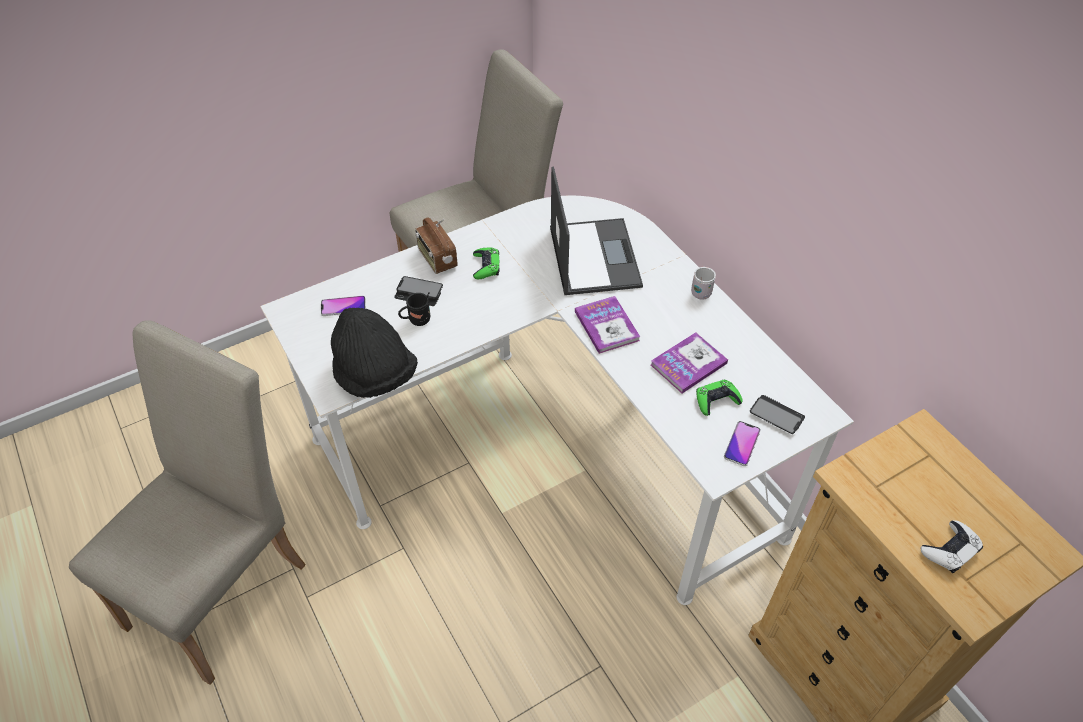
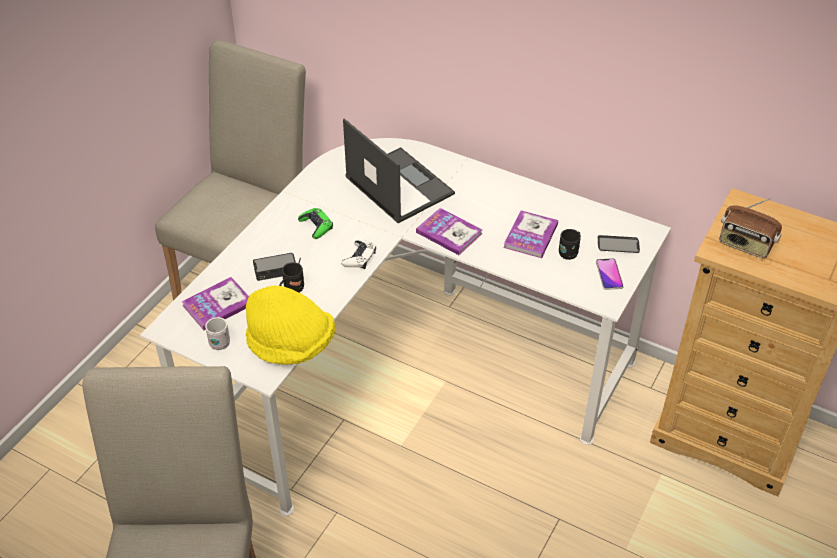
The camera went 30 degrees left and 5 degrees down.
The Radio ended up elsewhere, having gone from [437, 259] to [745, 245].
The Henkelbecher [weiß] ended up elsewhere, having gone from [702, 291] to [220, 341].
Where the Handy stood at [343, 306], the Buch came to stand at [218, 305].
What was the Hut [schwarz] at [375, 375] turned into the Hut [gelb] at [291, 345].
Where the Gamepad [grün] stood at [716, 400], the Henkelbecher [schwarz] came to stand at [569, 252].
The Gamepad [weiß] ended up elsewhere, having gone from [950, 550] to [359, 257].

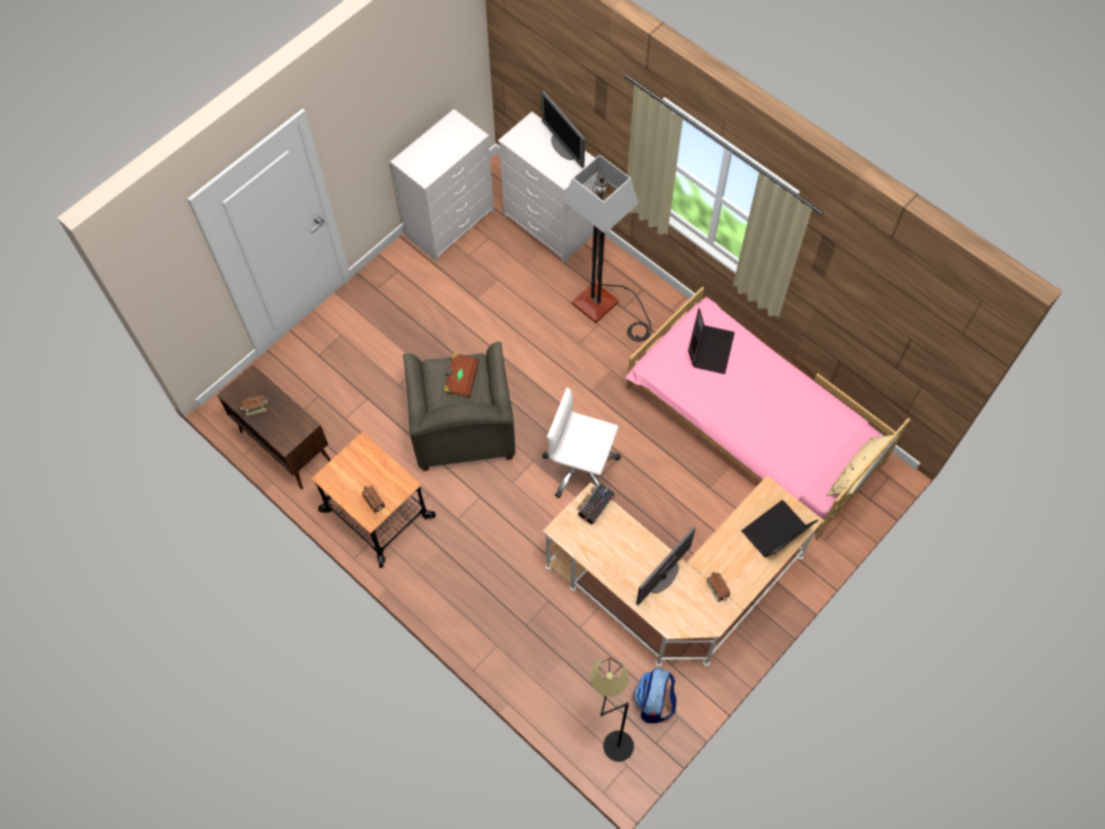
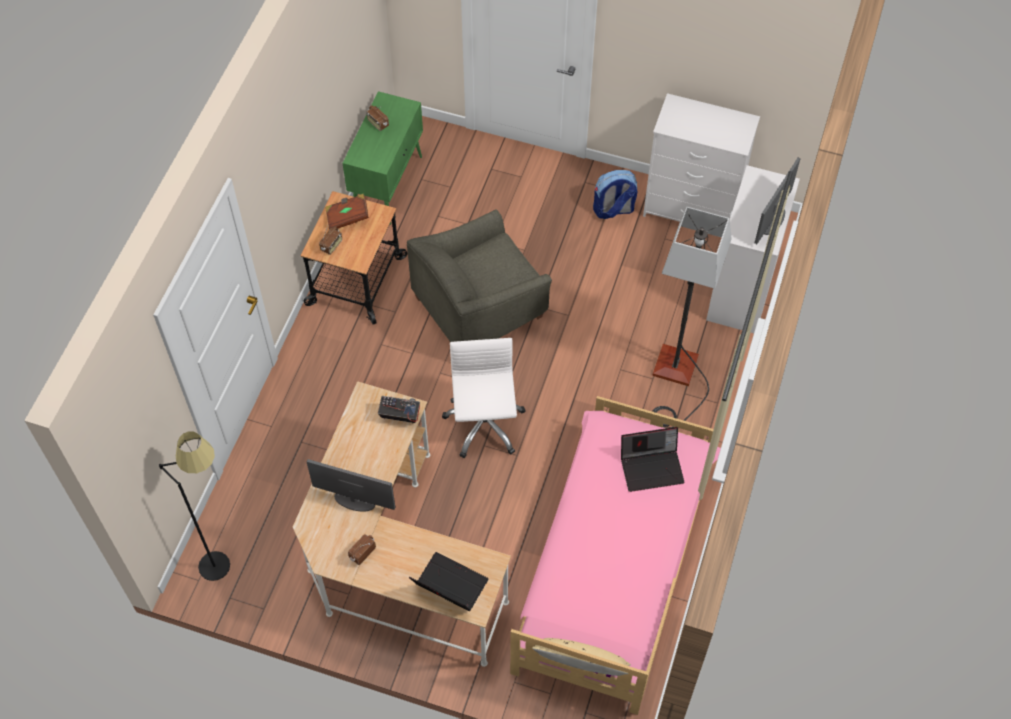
The camera went 65 degrees right and 5 degrees down.
The Buch [braun] ended up elsewhere, having gone from [461, 379] to [347, 217].
What was the Schrank [braun] at [285, 446] turned into the Schrank [grün] at [388, 184].
The Rucksack ended up elsewhere, having gone from [654, 702] to [613, 210].

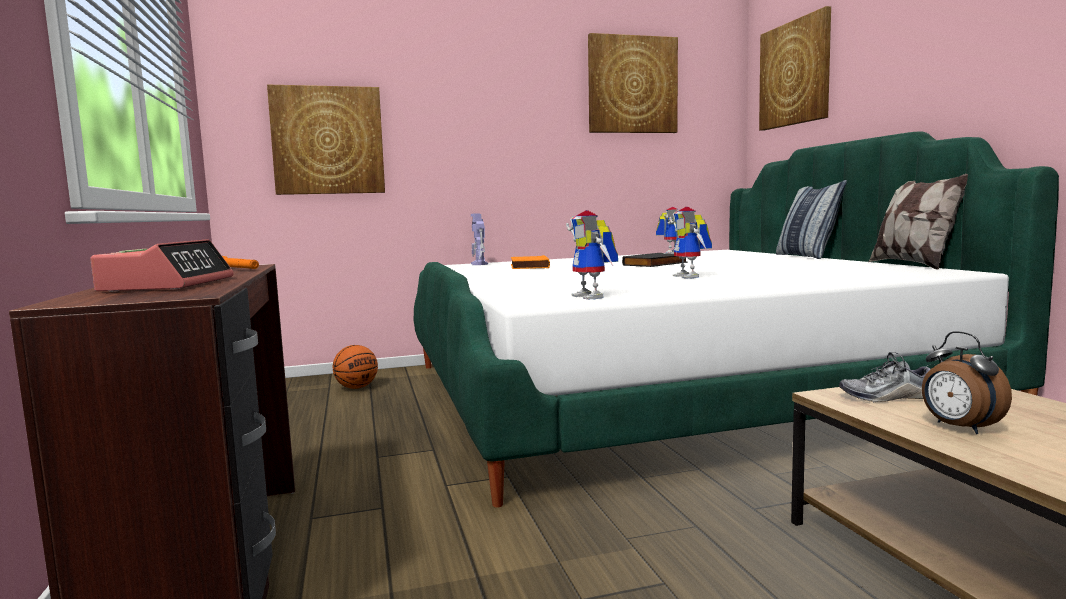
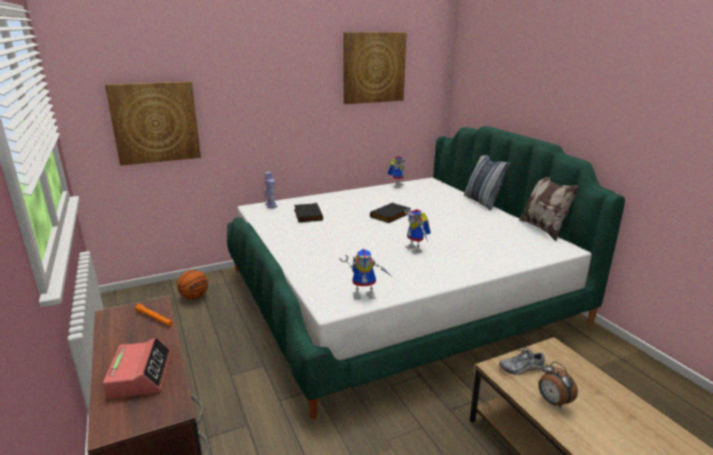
The camera went 10 degrees left and 15 degrees up.
The second view lost the Bild at [795, 73].
The Spielzeugroboter at [594, 297] ended up facing another way, 60 degrees counterclockwise from before.
What was the Buch [orange] at [528, 266] turned into the Buch [schwarz] at [307, 215].

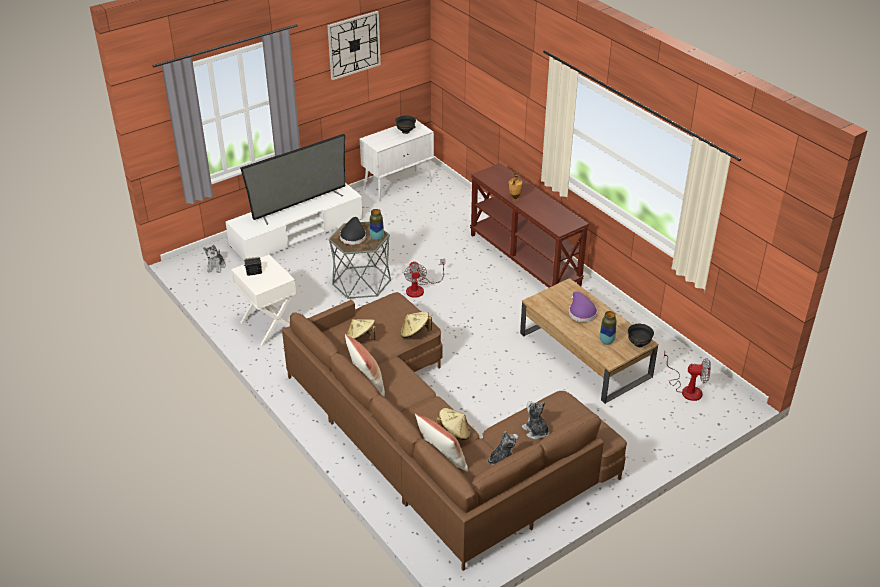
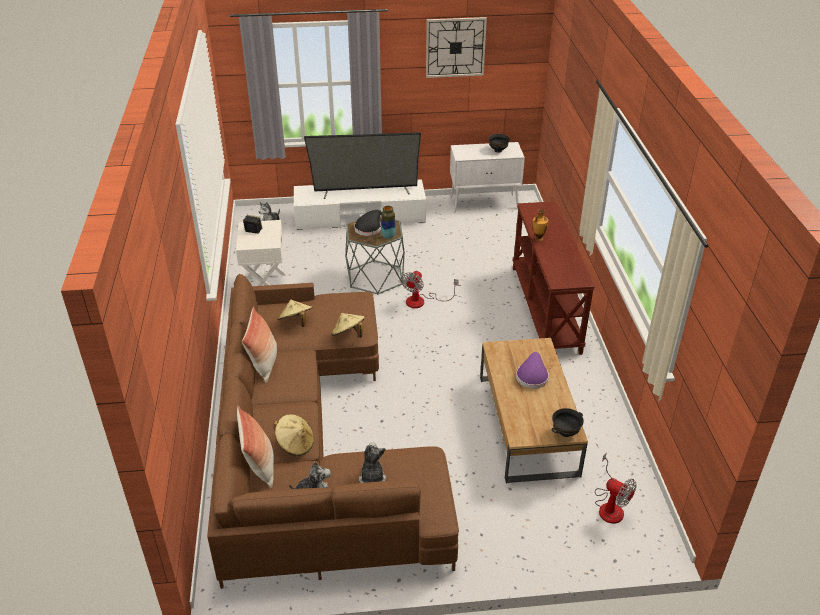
The camera went 30 degrees right and 0 degrees up.
The second view lost the Vase at [606, 341].

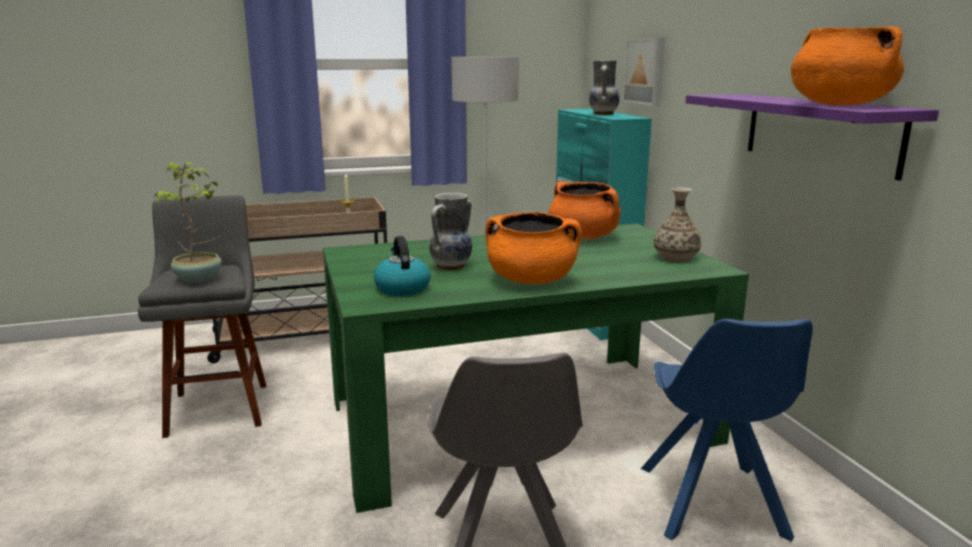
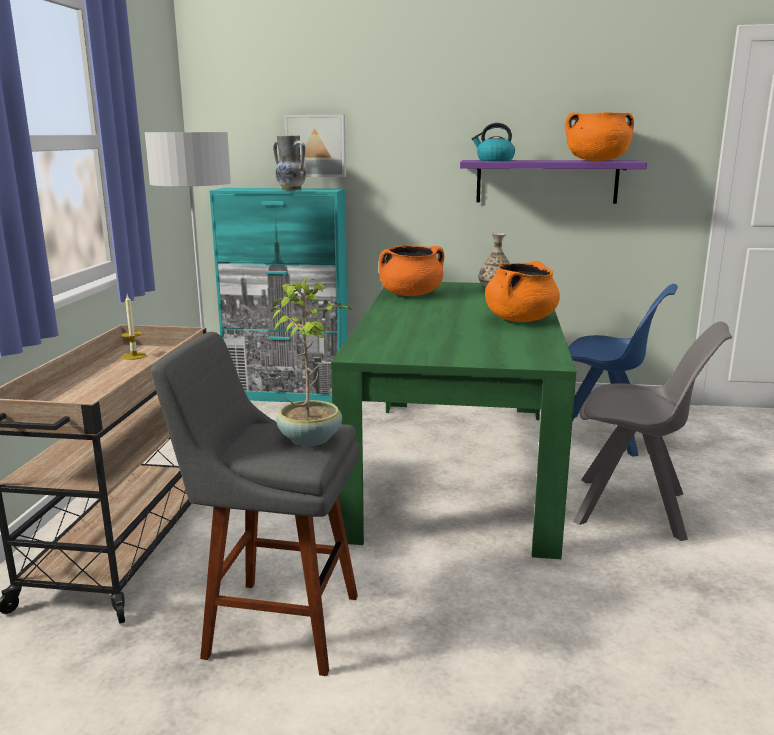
The camera went 65 degrees left and 0 degrees up.
The second view lost the Vase at [451, 267].
The Wasserkessel ended up elsewhere, having gone from [402, 288] to [494, 160].

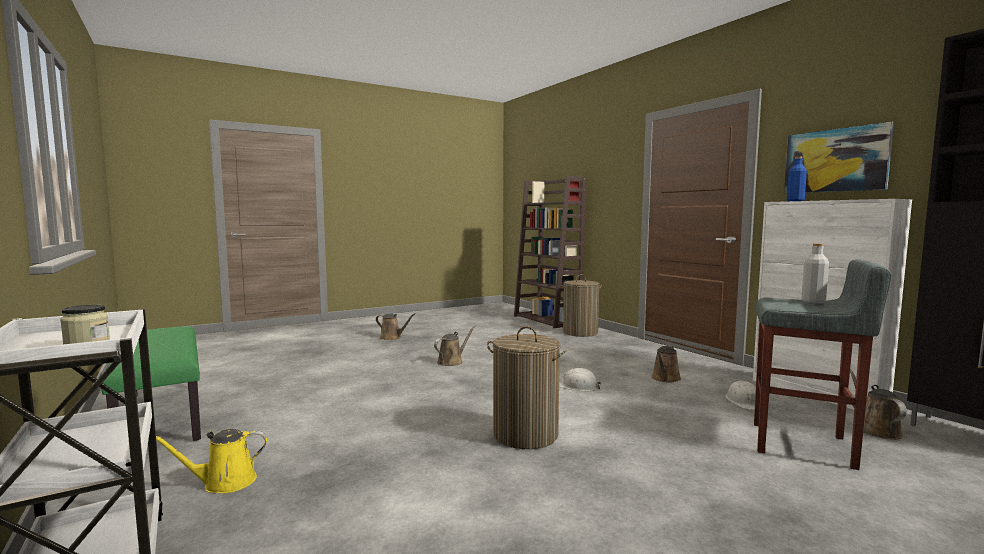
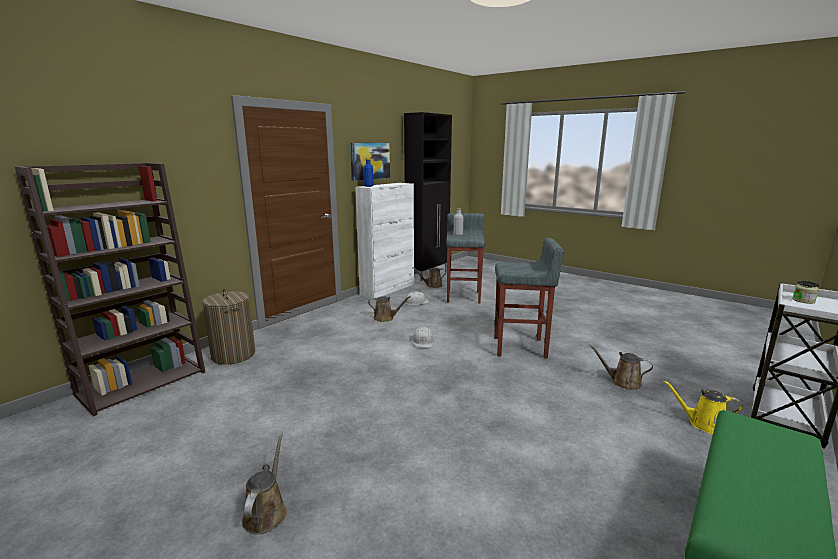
The camera went 110 degrees left and 10 degrees up.
The Gießkanne [braun] ended up elsewhere, having gone from [452, 361] to [622, 382].
Where the Wäschekorb stood at [525, 434], the Hocker [grau] came to stand at [520, 348].
The Gießkanne [gelb] at [224, 483] ended up facing another way, 150 degrees clockwise from before.

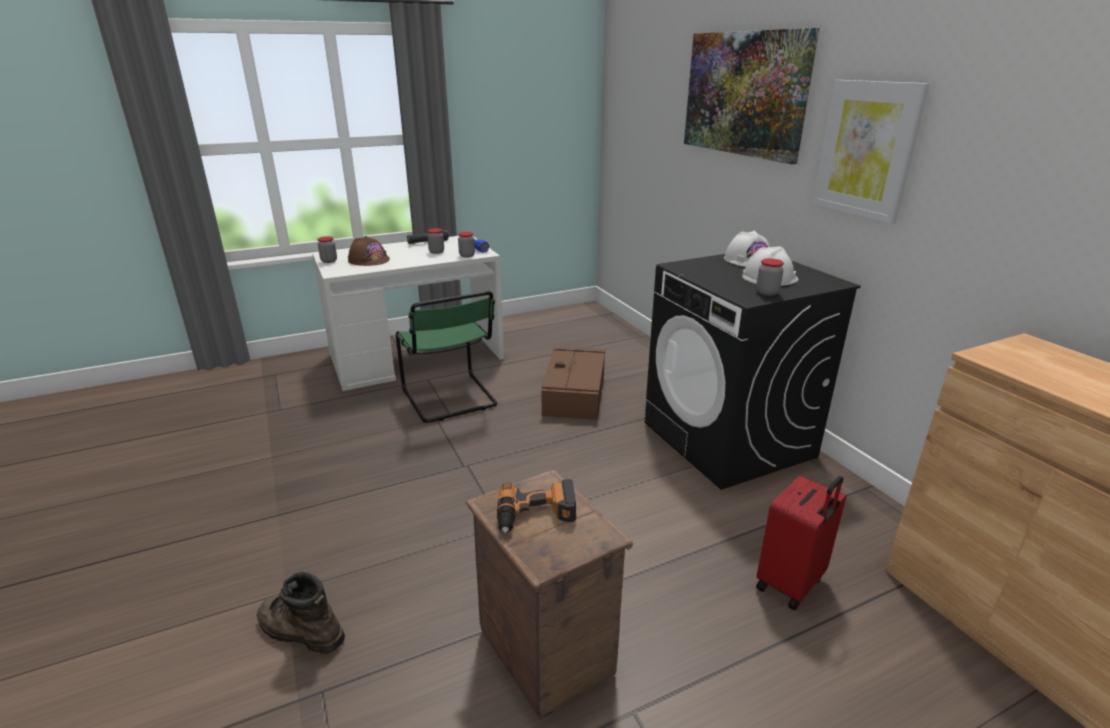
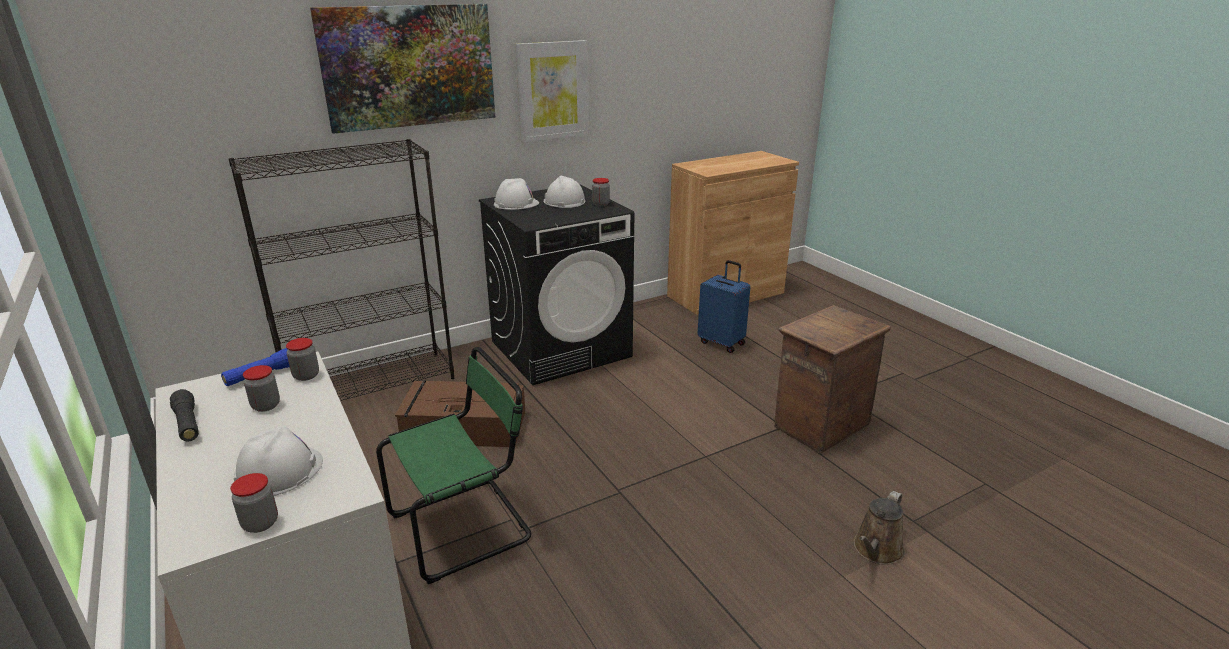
The camera went 95 degrees left and 0 degrees up.
What was the Schutzhelm [braun] at [369, 260] turned into the Schutzhelm [weiß] at [279, 471].
What was the Koffer [rot] at [791, 584] turned into the Koffer [blau] at [722, 342].
The second view lost the Bohrmaschine at [536, 515].
Where the Stiefel [braun] stood at [299, 631], the Gießkanne [braun] came to stand at [876, 551].
The second view gained the Bücherregal [schwarz] at [372, 384].

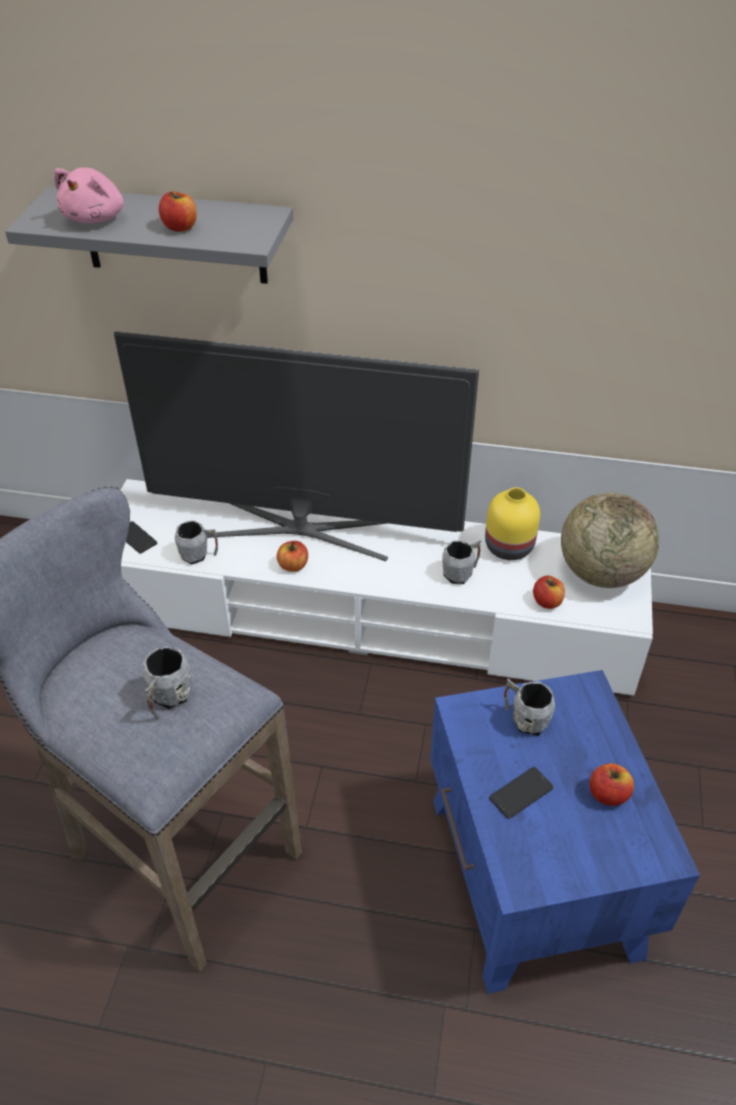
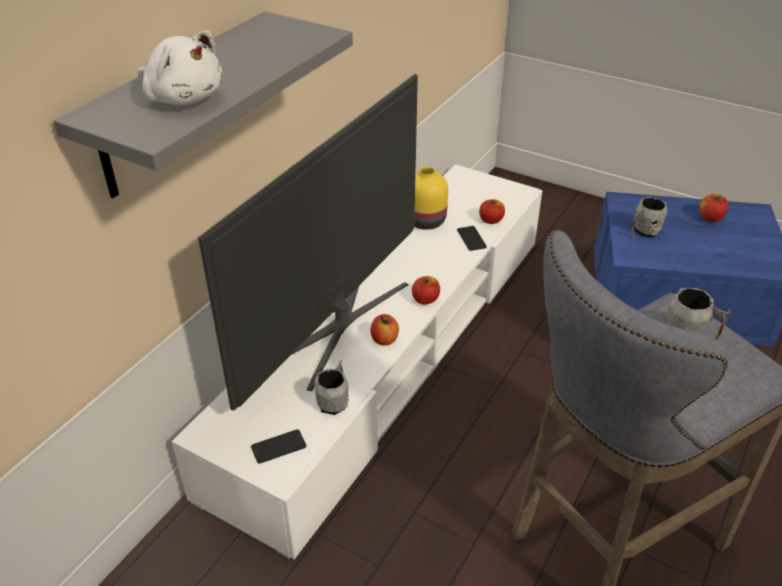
The camera went 70 degrees left and 5 degrees down.
What was the Plüschtier [rosa] at [96, 218] turned into the Plüschtier [weiß] at [183, 98].
The Apfel ended up elsewhere, having gone from [180, 227] to [425, 299].
The second view lost the Globus at [601, 573].
The second view lost the Henkelbecher [grau] at [461, 573].
The Handy ended up elsewhere, having gone from [521, 793] to [471, 238].

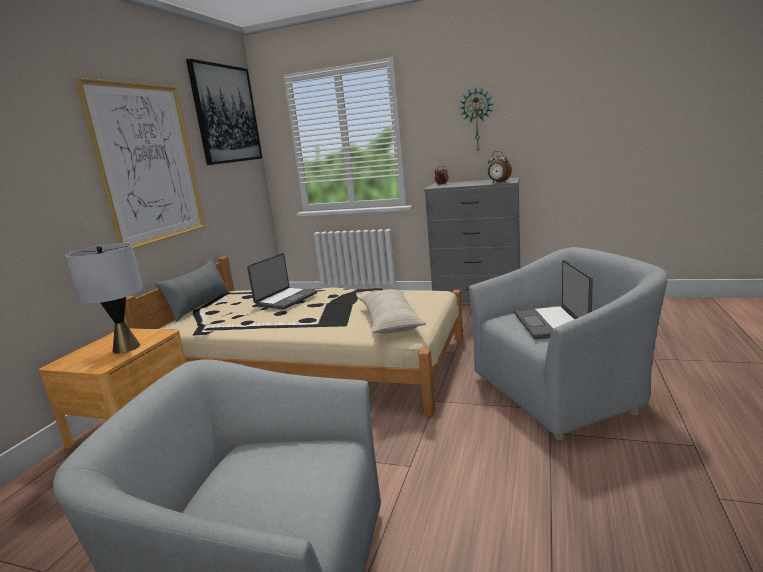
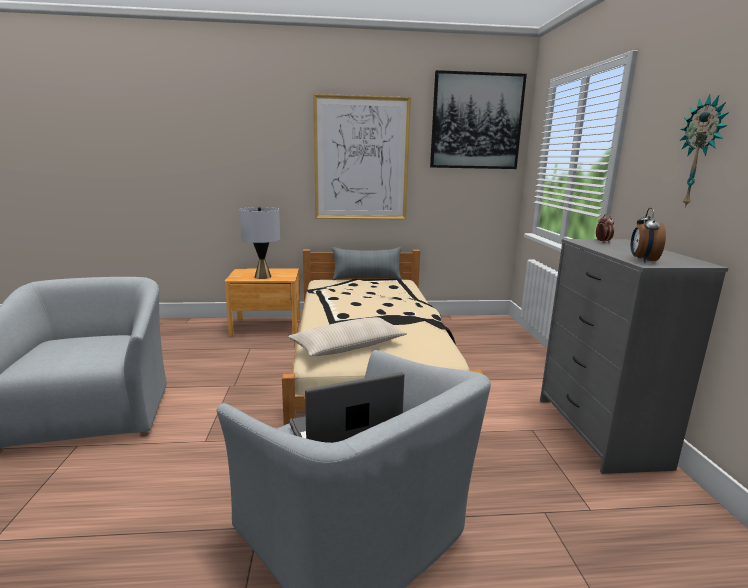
The camera went 65 degrees right and 0 degrees up.
The second view lost the Laptop at [285, 299].

